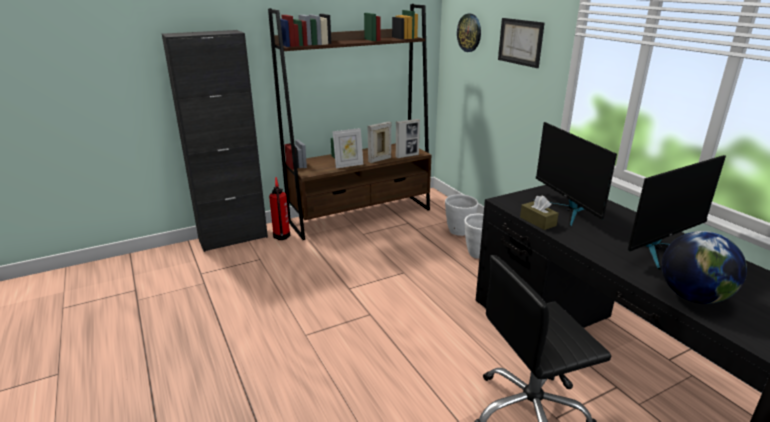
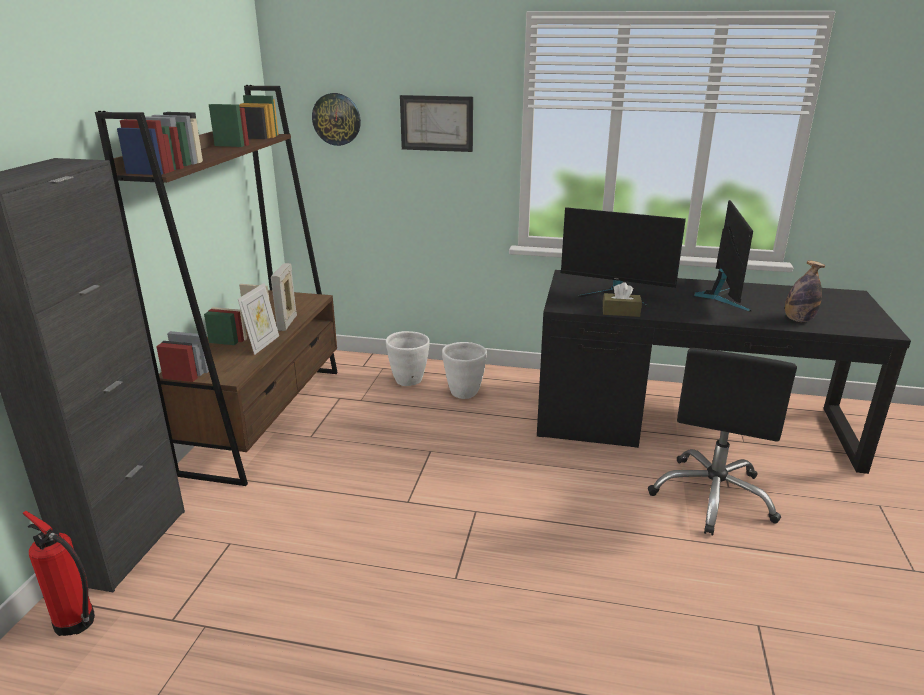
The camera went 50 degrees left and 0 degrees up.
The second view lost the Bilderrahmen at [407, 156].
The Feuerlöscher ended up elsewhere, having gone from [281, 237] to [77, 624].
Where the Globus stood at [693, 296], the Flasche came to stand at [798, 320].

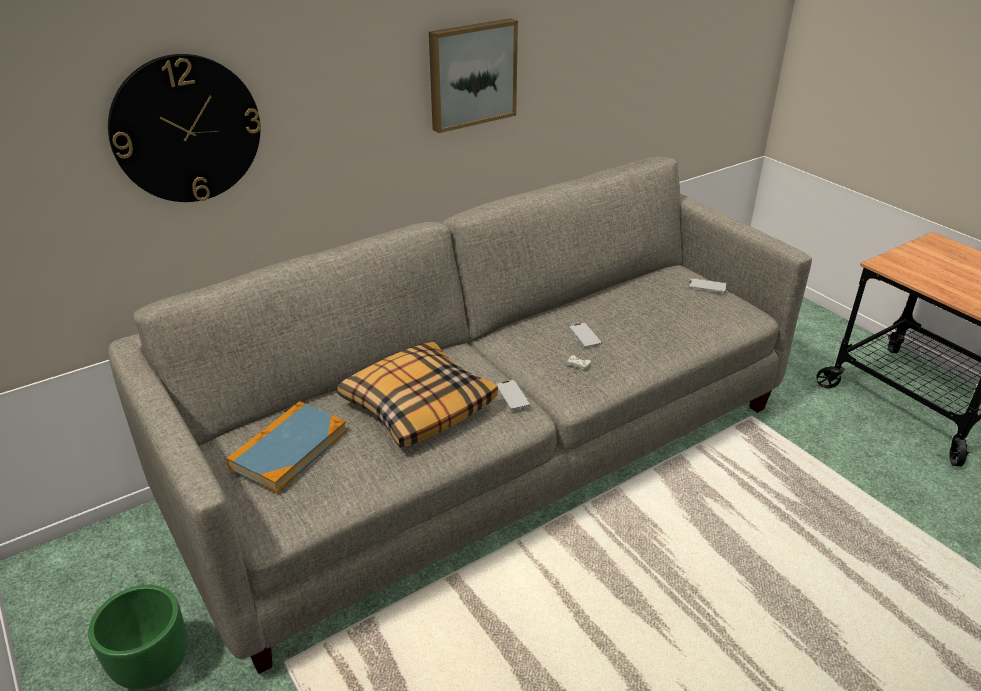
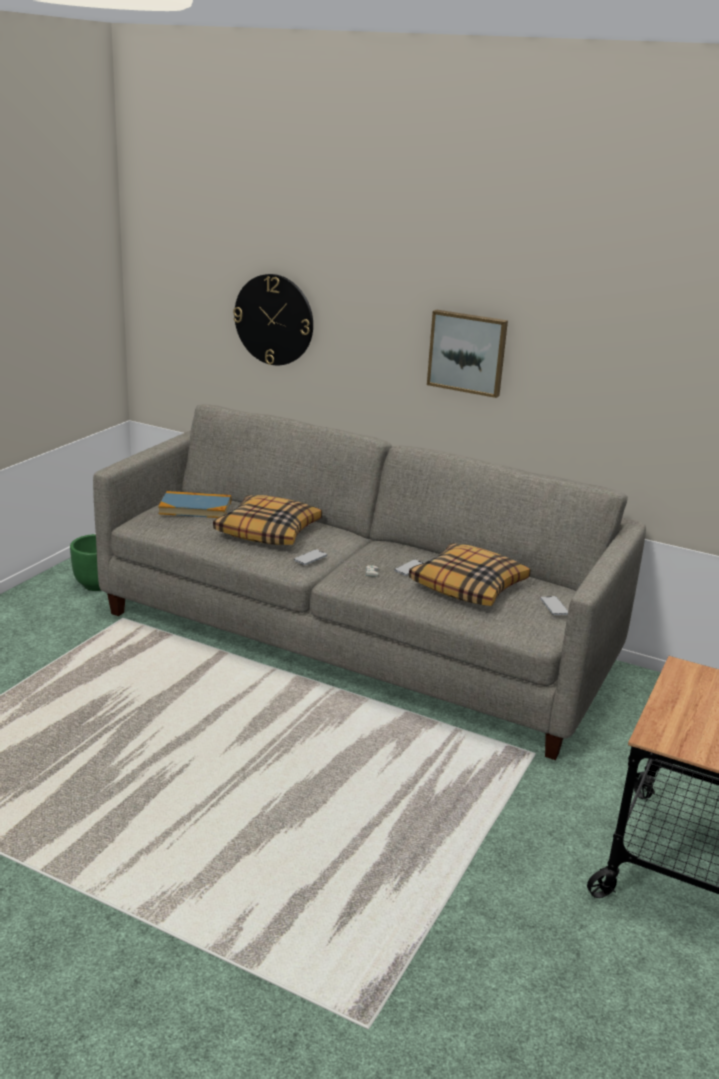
The camera went 60 degrees right and 10 degrees down.
The second view gained the Kissen at [469, 586].

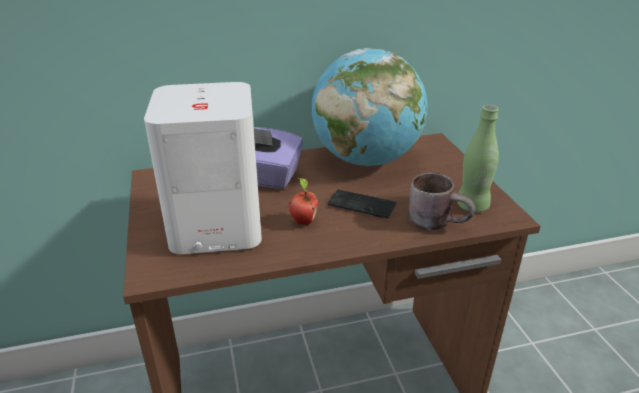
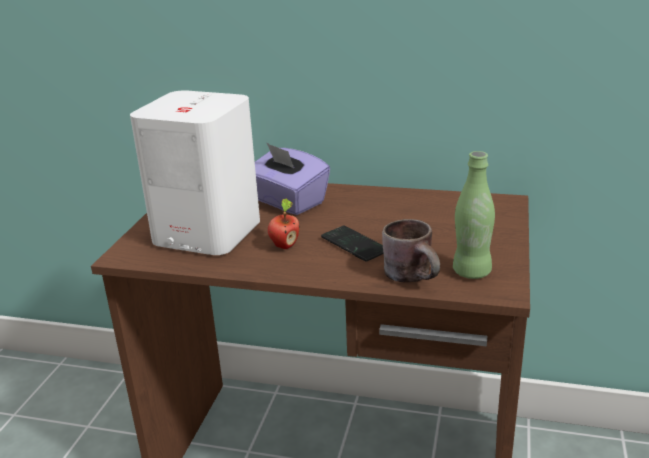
The camera went 30 degrees right and 5 degrees down.
The second view lost the Globus at [366, 160].

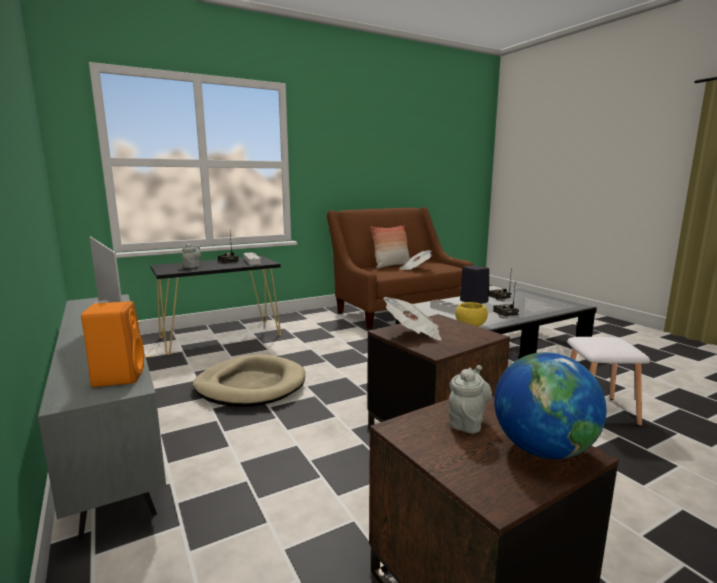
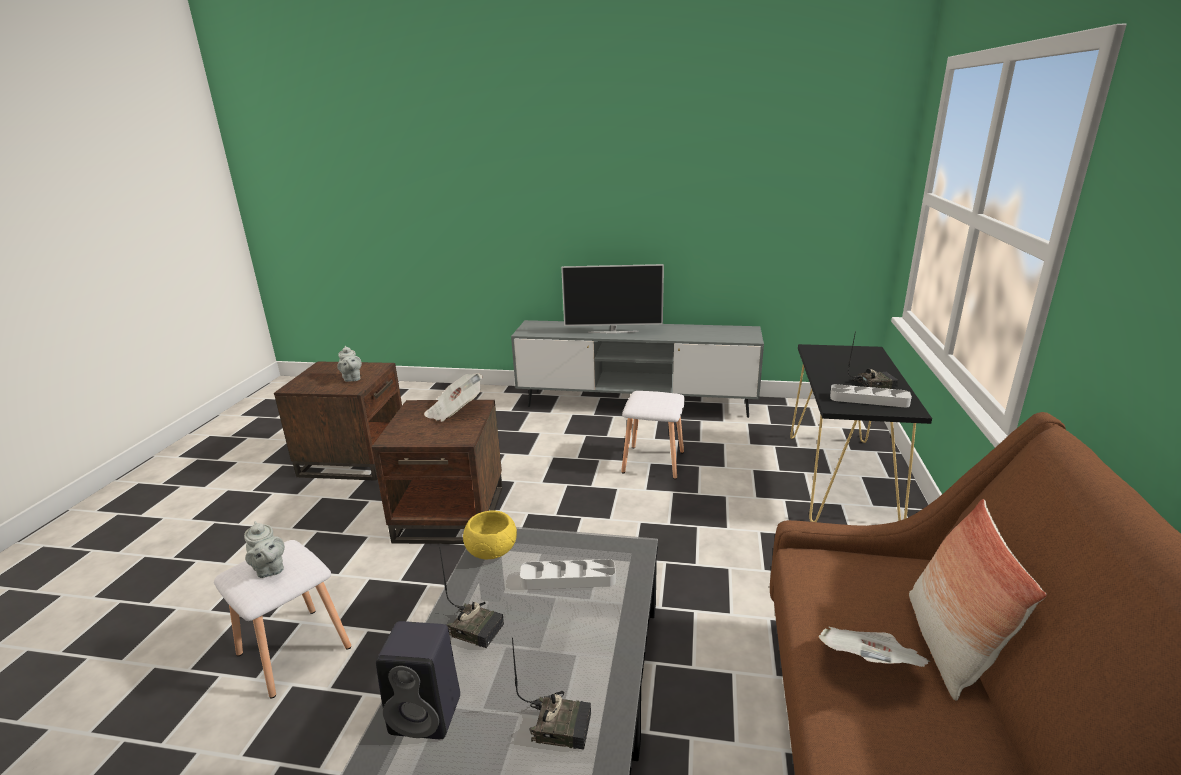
The camera went 130 degrees right and 10 degrees up.
The Teekanne [grau] ended up elsewhere, having gone from [192, 266] to [269, 570].
The Lautsprecher [schwarz] ended up elsewhere, having gone from [473, 301] to [428, 714].
The second view lost the Lautsprecher [orange] at [119, 376].
The second view lost the Globus at [542, 450].
Where the Hundebett [beige] stood at [251, 385], the Hocker [weiß] came to stand at [654, 462].

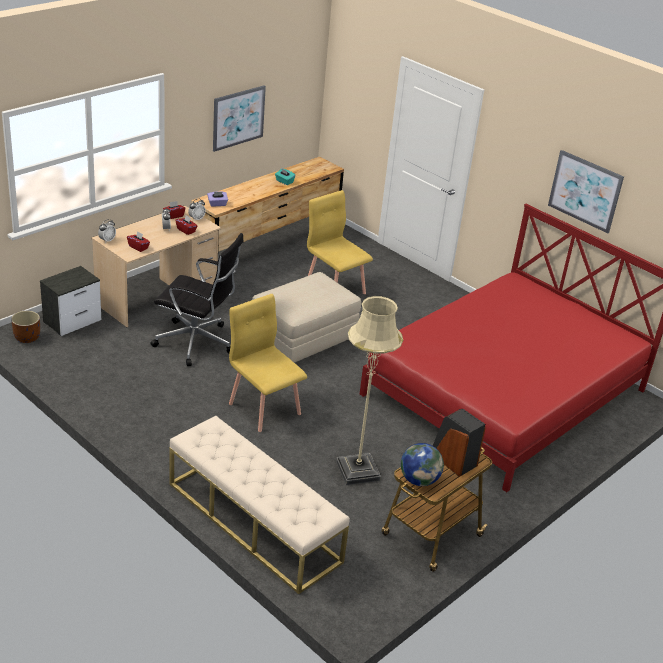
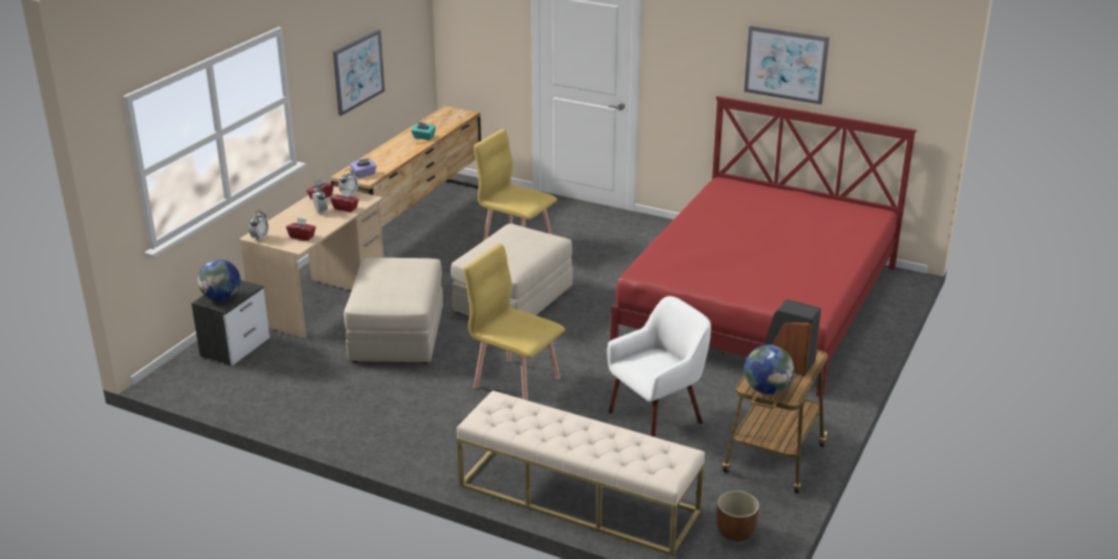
The camera went 15 degrees left and 5 degrees down.
Where the Bürostuhl [schwarz] stood at [197, 343], the Polsterhocker [beige] came to stand at [397, 335].
Where the Stehlampe [beige] stood at [357, 471], the Sessel [weiß] came to stand at [657, 417].
The Pflanzkübel [braun] ended up elsewhere, having gone from [27, 337] to [735, 531].
The second view gained the Globus at [222, 298].

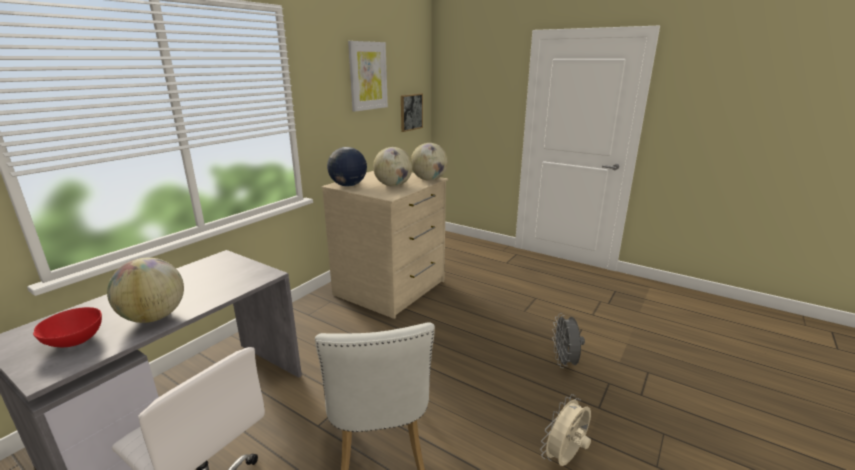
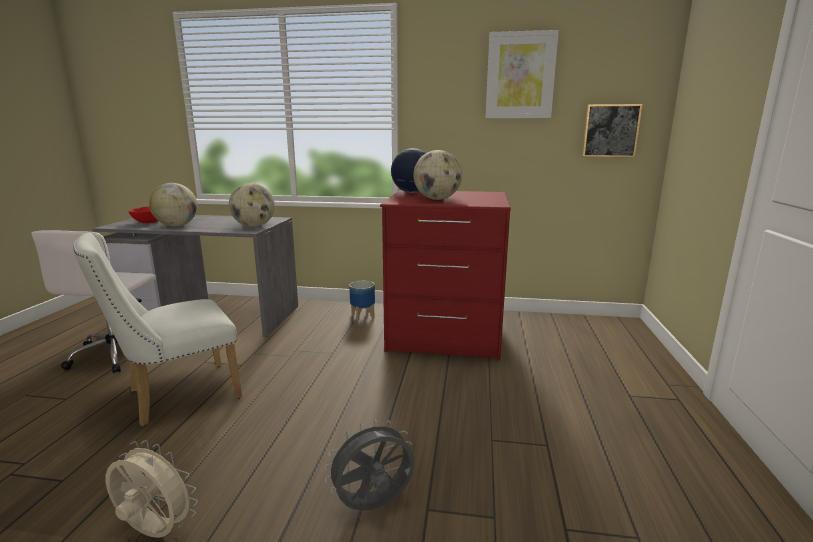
The camera went 65 degrees right and 5 degrees down.
The Globus ended up elsewhere, having gone from [429, 179] to [254, 226].
What was the Kommode [beige] at [391, 288] turned into the Kommode [rot] at [444, 335].
The second view gained the Pflanzkübel at [362, 316].

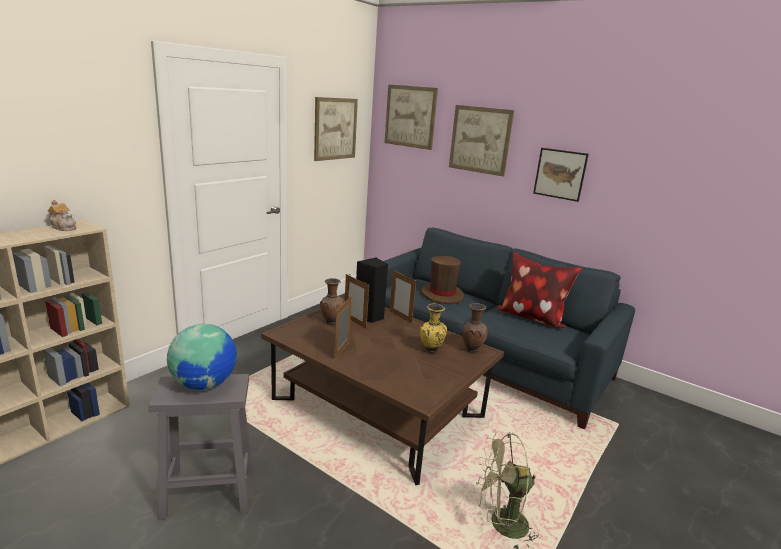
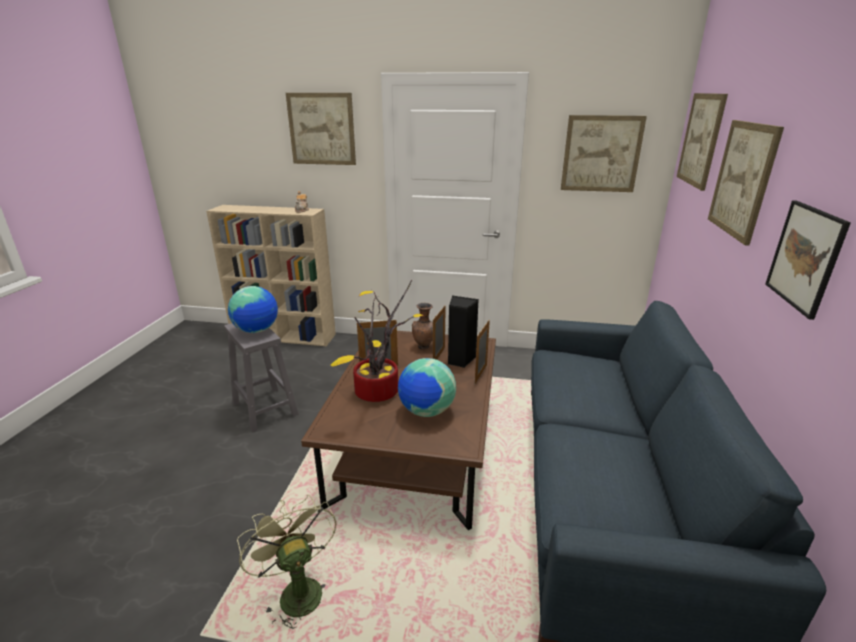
The camera went 65 degrees right and 5 degrees up.
The second view lost the Kissen at [531, 317].
The second view lost the Hut [braun] at [442, 295].
The second view lost the Vase [braun] at [471, 350].
Where the Vase [gelb] stood at [431, 351], the Globus came to stand at [426, 411].
The second view gained the Bild at [321, 129].
The second view gained the Topfpflanze at [378, 394].

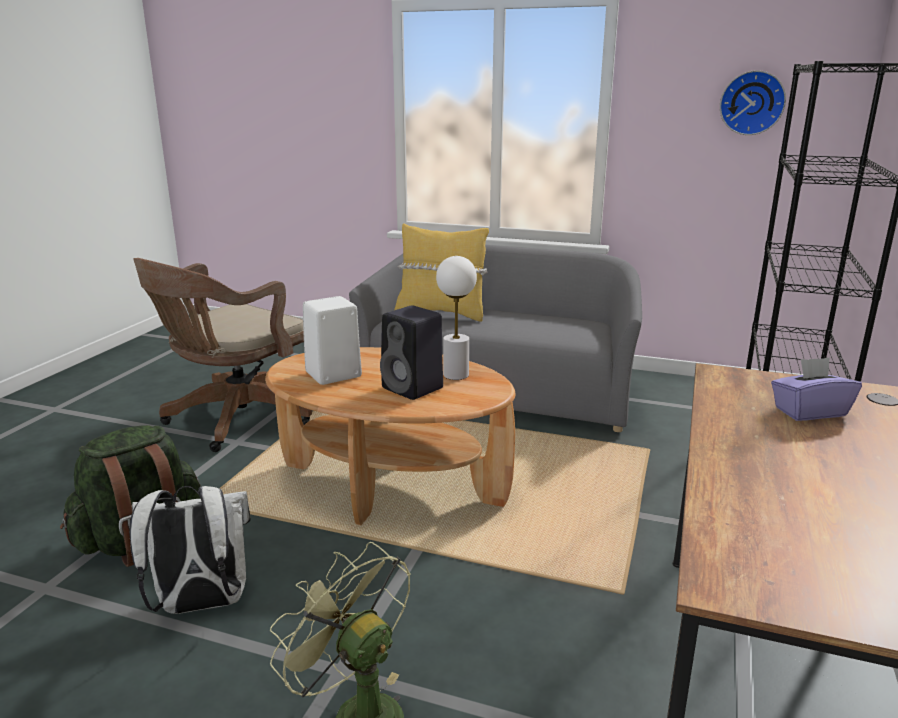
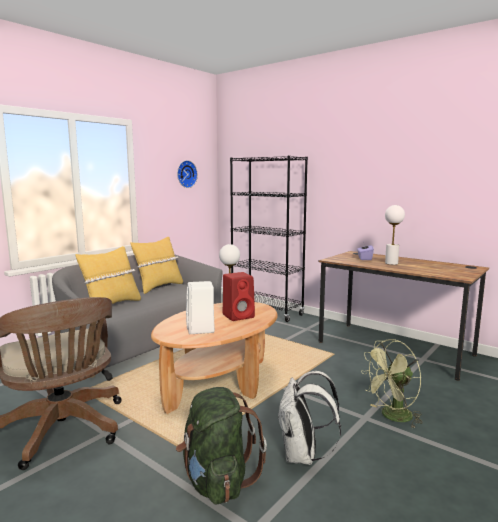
The camera went 70 degrees left and 10 degrees down.
What was the Lautsprecher [schwarz] at [414, 388] turned into the Lautsprecher [rot] at [239, 316].
The second view gained the Tischlampe [weiß] at [391, 263].
The second view gained the Kissen [gelb] at [158, 287].

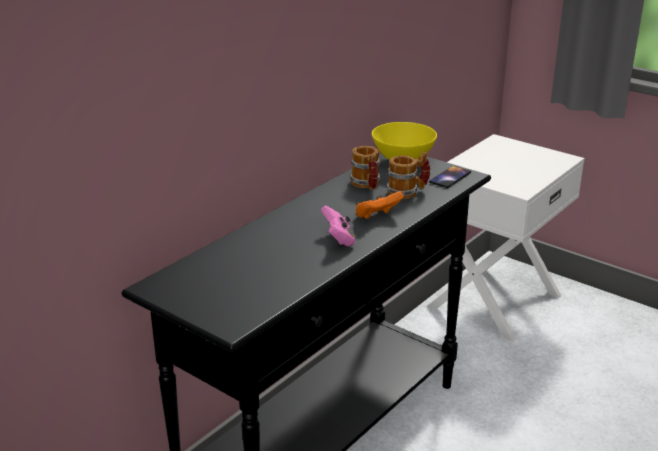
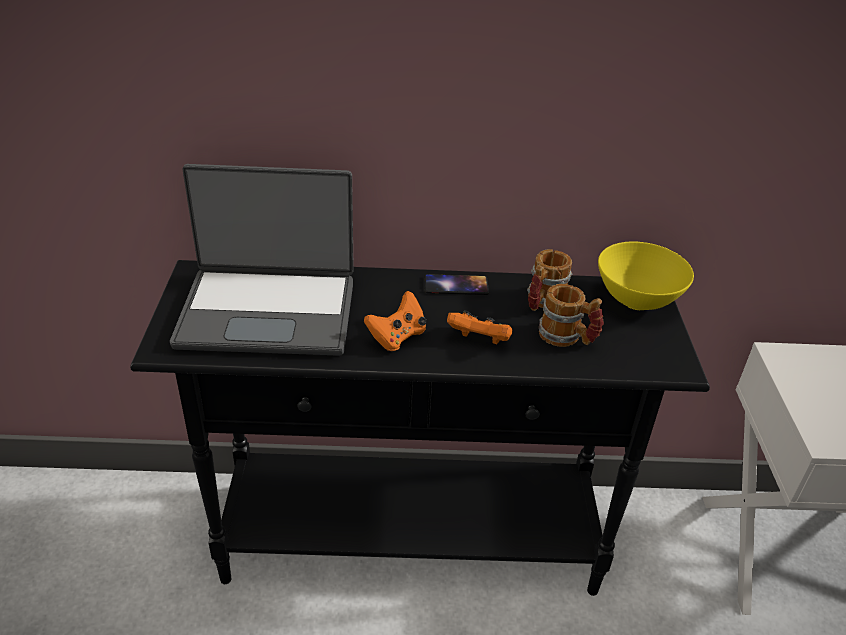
The camera went 50 degrees right and 10 degrees up.
The Handy ended up elsewhere, having gone from [450, 177] to [456, 285].
What was the Gamepad [rosa] at [338, 239] turned into the Gamepad [orange] at [397, 337].
The second view gained the Laptop at [269, 311].

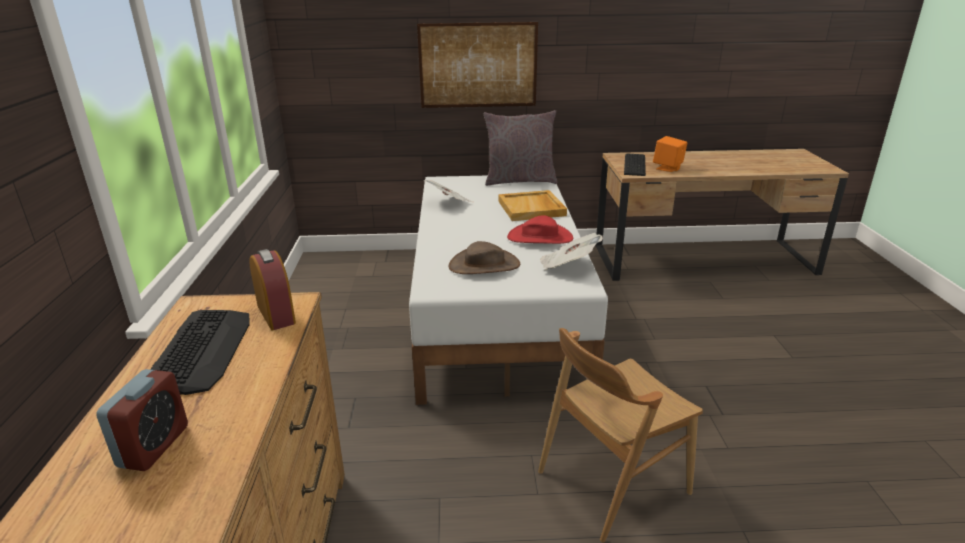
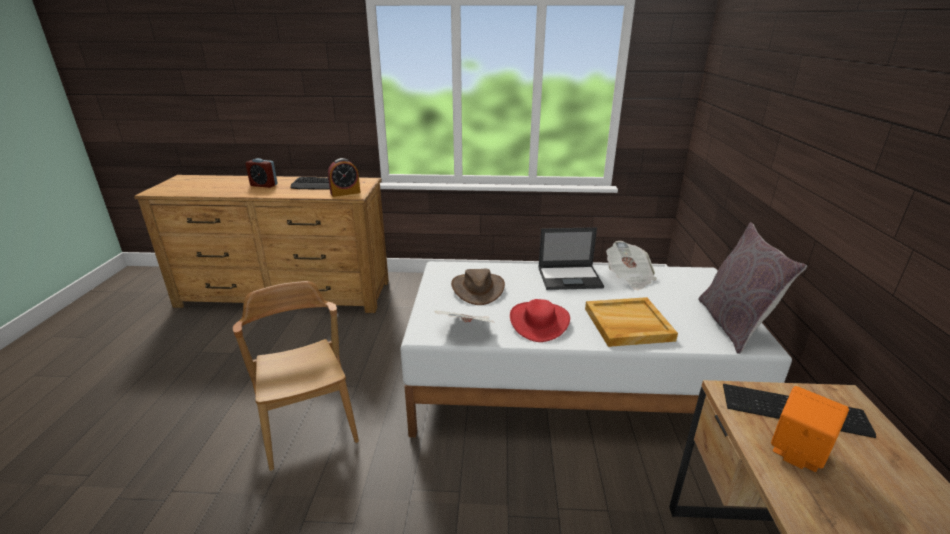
The camera went 95 degrees right and 0 degrees up.
The second view lost the Bild at [478, 65].
The second view gained the Laptop at [570, 278].

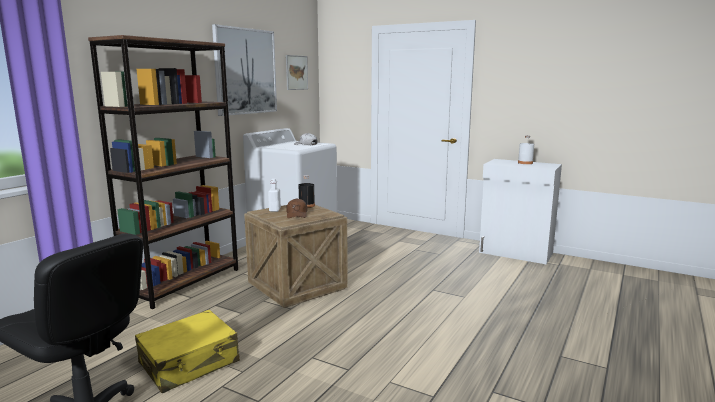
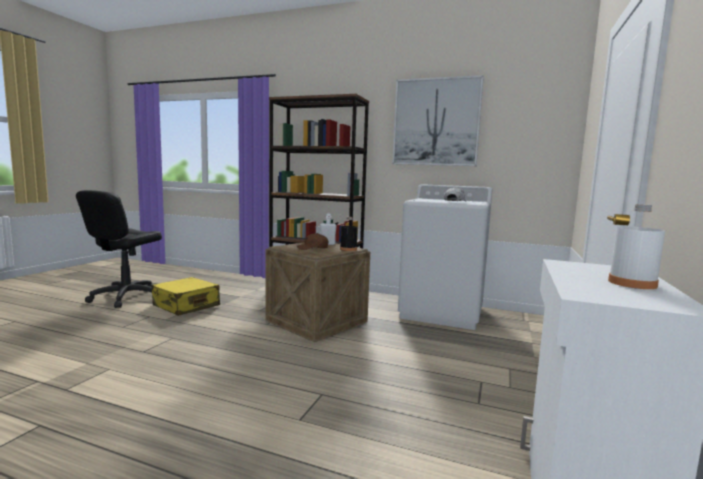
The camera went 80 degrees right and 5 degrees down.
The second view lost the Bild at [296, 72].

